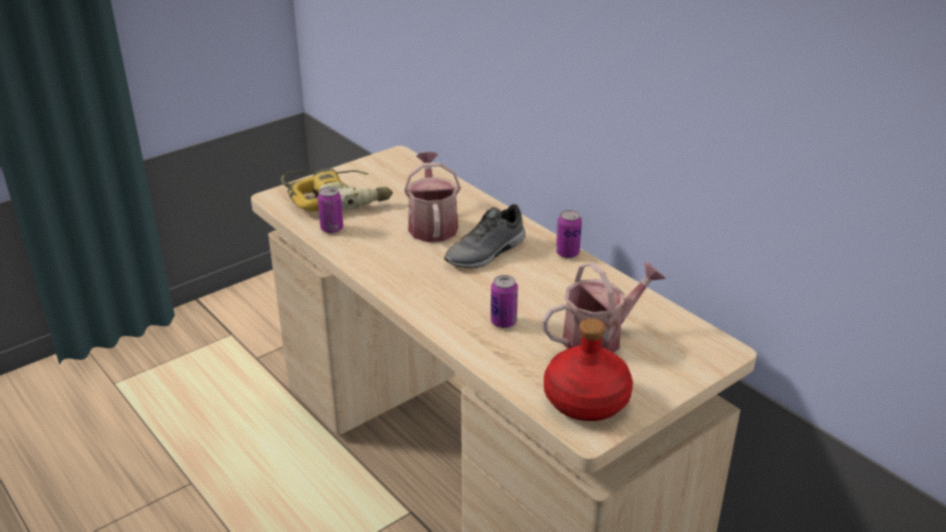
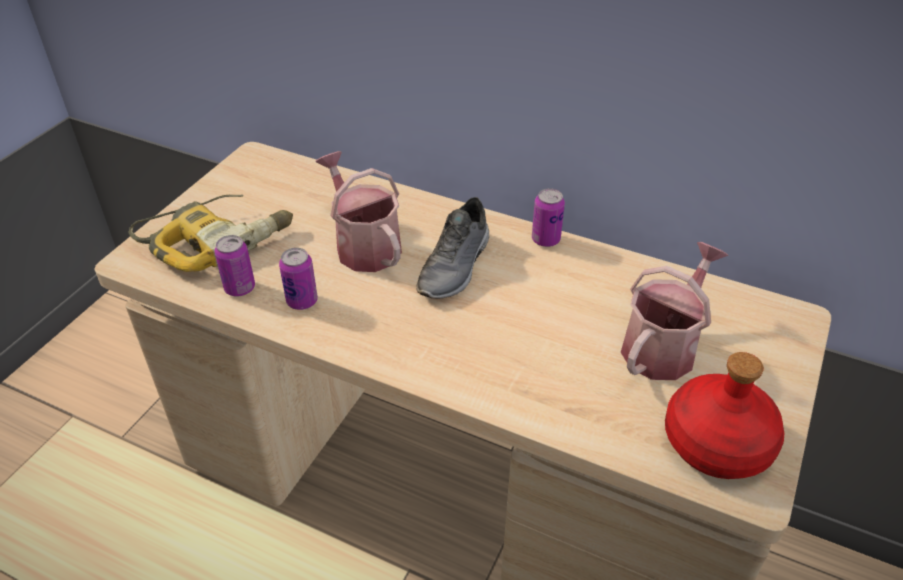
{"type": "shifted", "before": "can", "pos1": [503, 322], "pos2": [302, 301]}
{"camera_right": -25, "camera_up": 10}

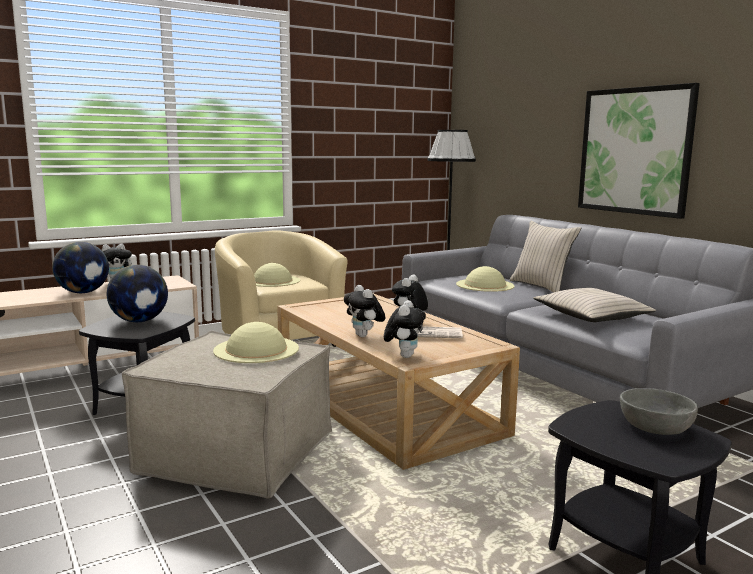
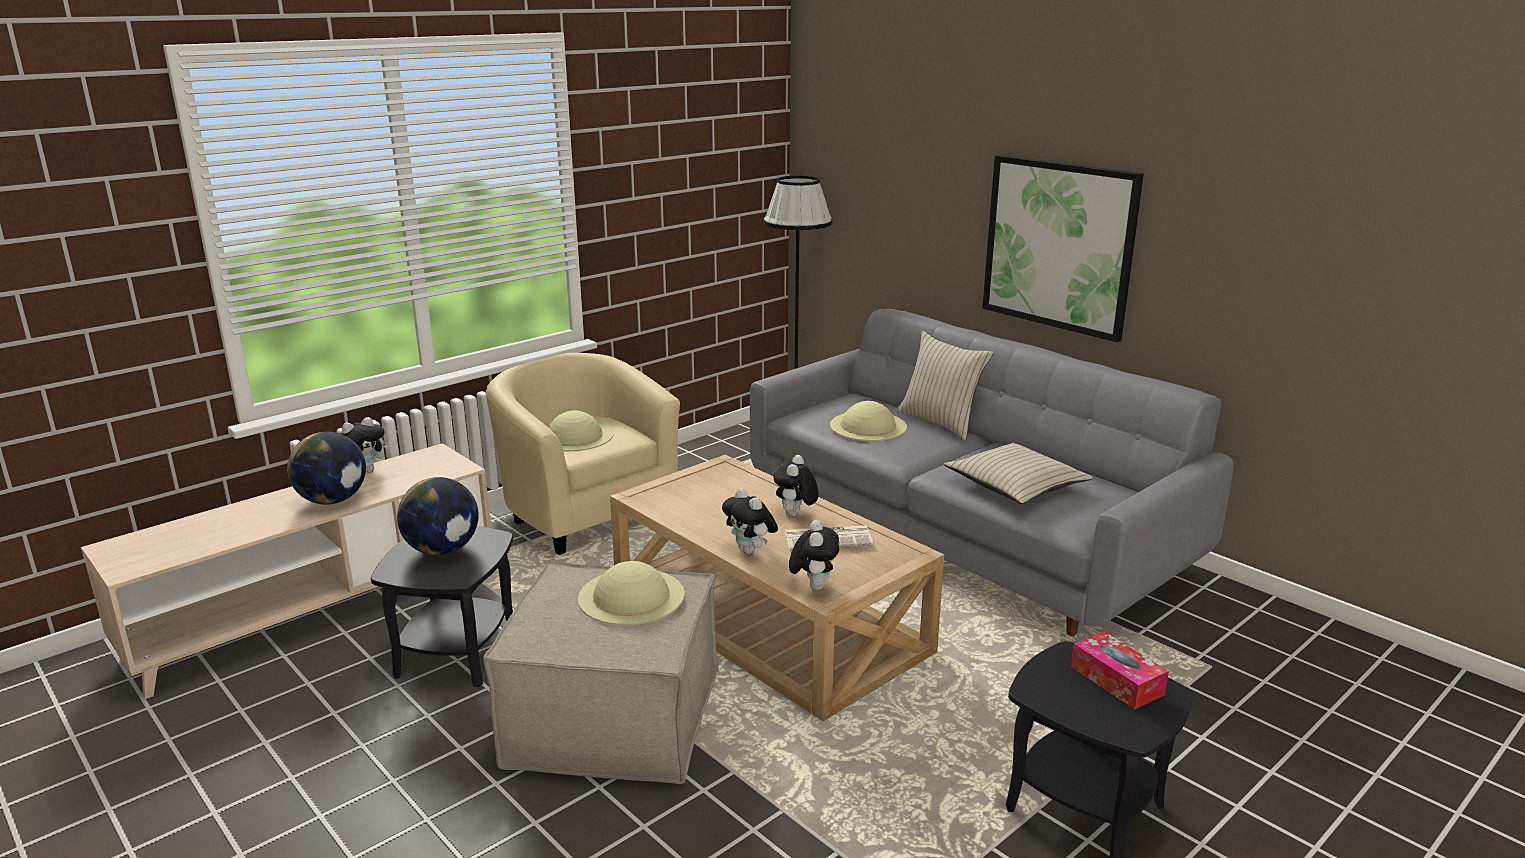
{"type": "swapped", "before": "greyish_deep_dish", "after": "tissue_holder", "pos1": [655, 427], "pos2": [1116, 680]}
{"camera_right": -10, "camera_up": 10}

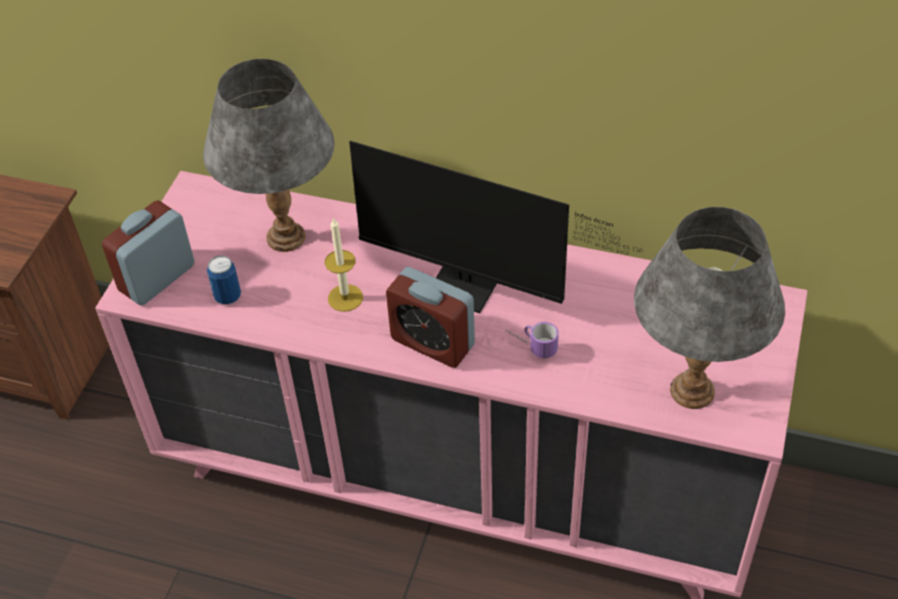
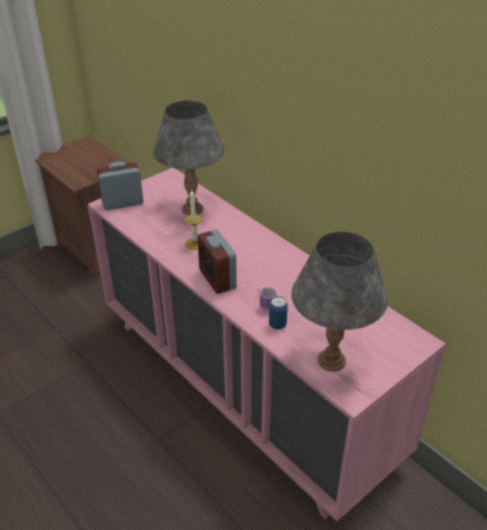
{"type": "shifted", "before": "can", "pos1": [228, 296], "pos2": [277, 325]}
{"type": "gone", "before": "monitor", "pos1": [473, 289]}
{"camera_right": 30, "camera_up": -10}

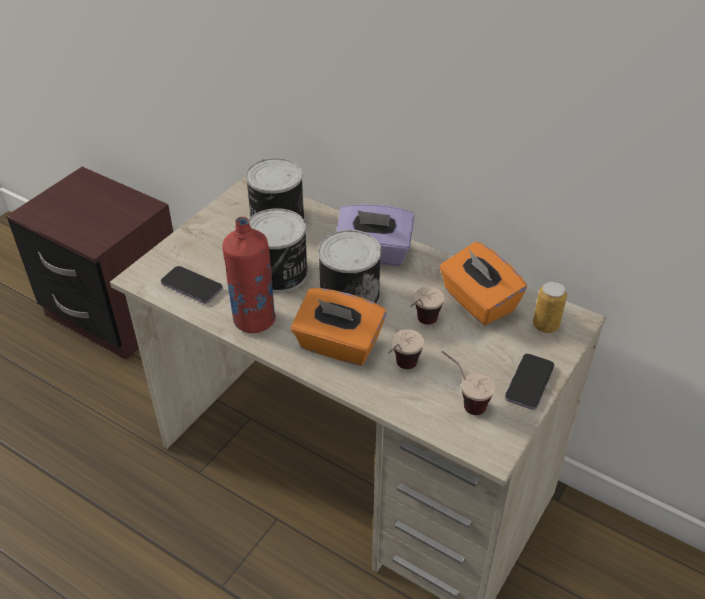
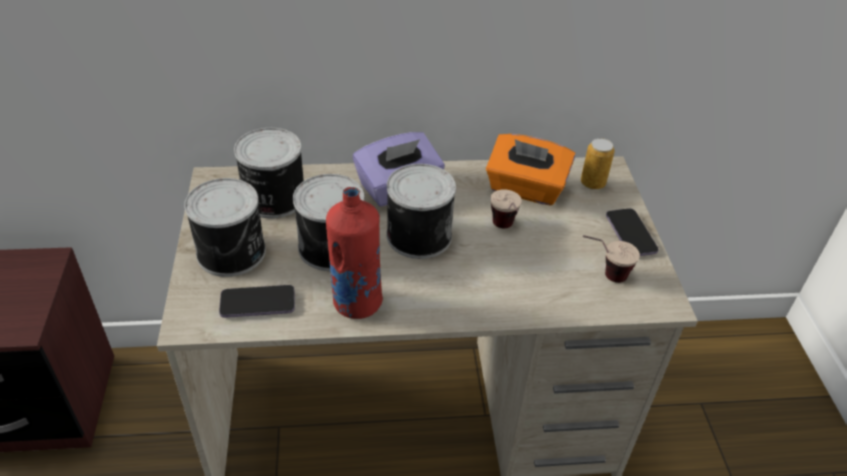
{"type": "gone", "before": "orange-coloured_tissue_holder", "pos1": [338, 345]}
{"type": "gone", "before": "small_cup", "pos1": [400, 370]}
{"type": "new", "after": "can", "pos2": [233, 252]}
{"camera_right": -40, "camera_up": 0}

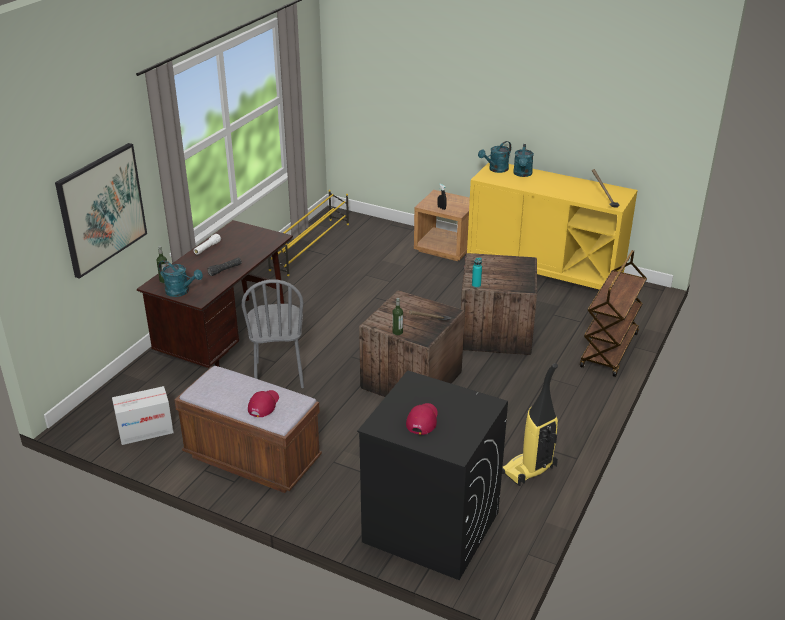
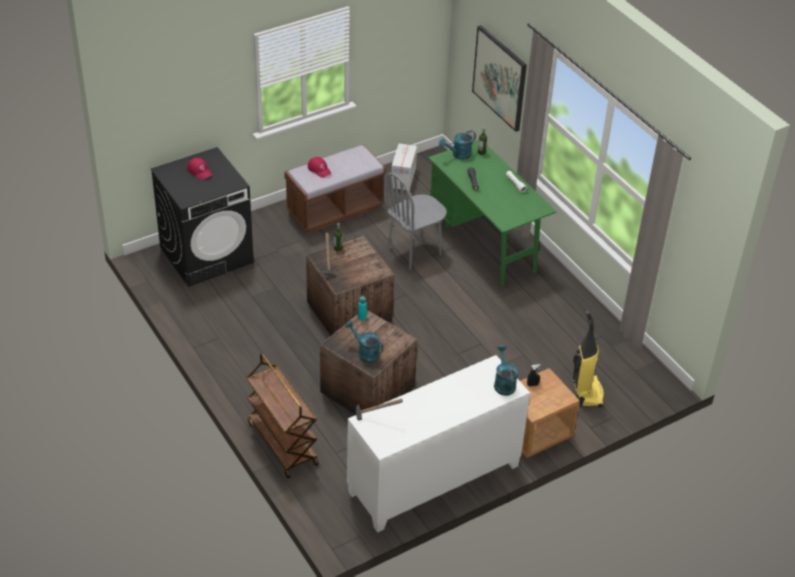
{"type": "repainted", "before": "brownish_desk", "after": "green-coloured_desk", "pos1": [226, 337], "pos2": [485, 243]}
{"type": "rotated", "before": "greyish_upright_chair", "pos1": [278, 375], "pos2": [414, 251], "turn": -60}
{"type": "gone", "before": "yellow-coloured_shoe_rack", "pos1": [311, 246]}
{"type": "repainted", "before": "yellow-coloured_cabinet", "after": "white_cabinet", "pos1": [544, 272], "pos2": [434, 480]}
{"type": "shifted", "before": "vacuum_cleaner", "pos1": [529, 470], "pos2": [586, 392]}
{"type": "shifted", "before": "blue-green_watering_can", "pos1": [522, 174], "pos2": [365, 353]}
{"camera_right": 120, "camera_up": 10}

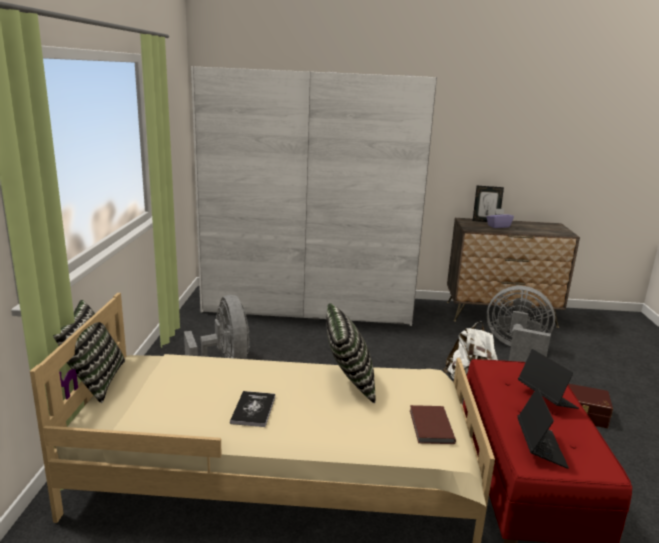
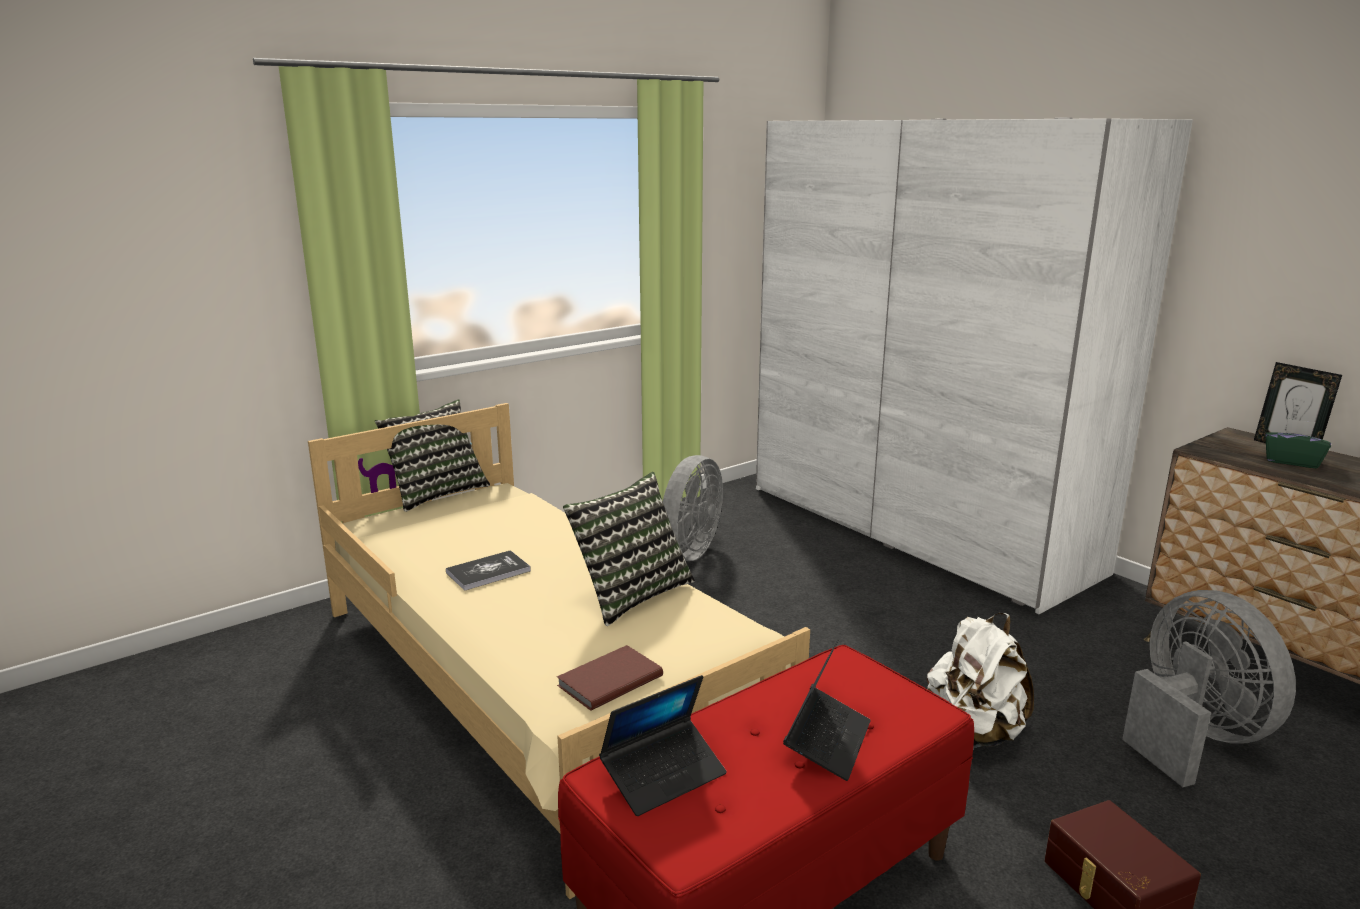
{"type": "repainted", "before": "purplish_tissue_holder", "after": "green-coloured_tissue_holder", "pos1": [498, 226], "pos2": [1291, 461]}
{"camera_right": 50, "camera_up": 0}

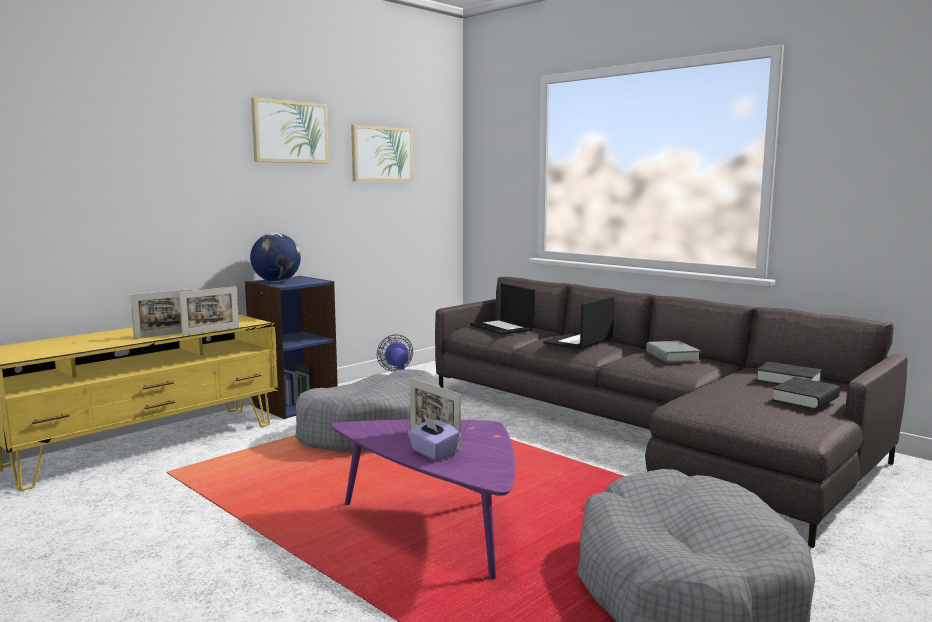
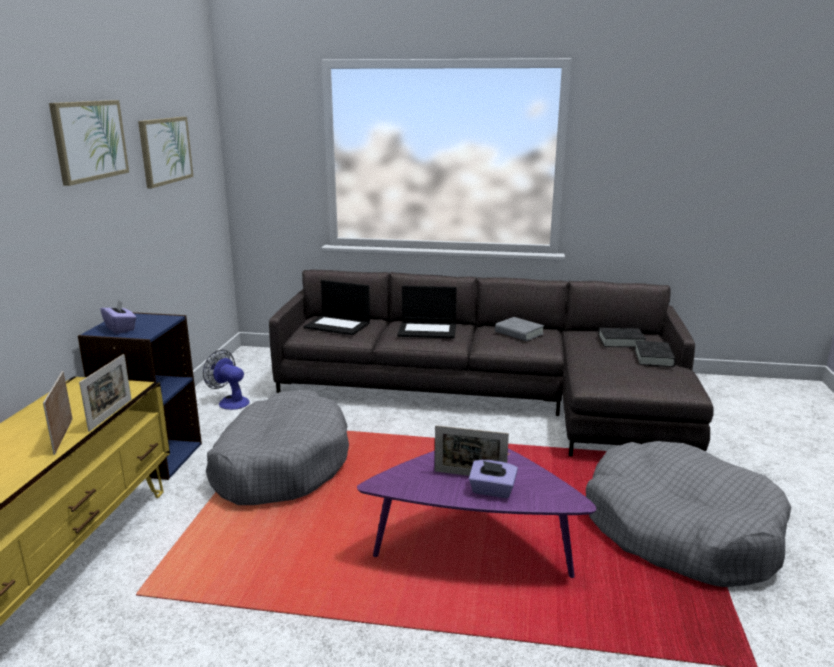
{"type": "rotated", "before": "standing_frame", "pos1": [166, 334], "pos2": [63, 436], "turn": 150}
{"type": "swapped", "before": "desk_globe", "after": "purplish_tissue_holder", "pos1": [277, 281], "pos2": [120, 328]}
{"type": "rotated", "before": "laptop", "pos1": [579, 341], "pos2": [428, 330], "turn": -90}
{"camera_right": -35, "camera_up": 10}

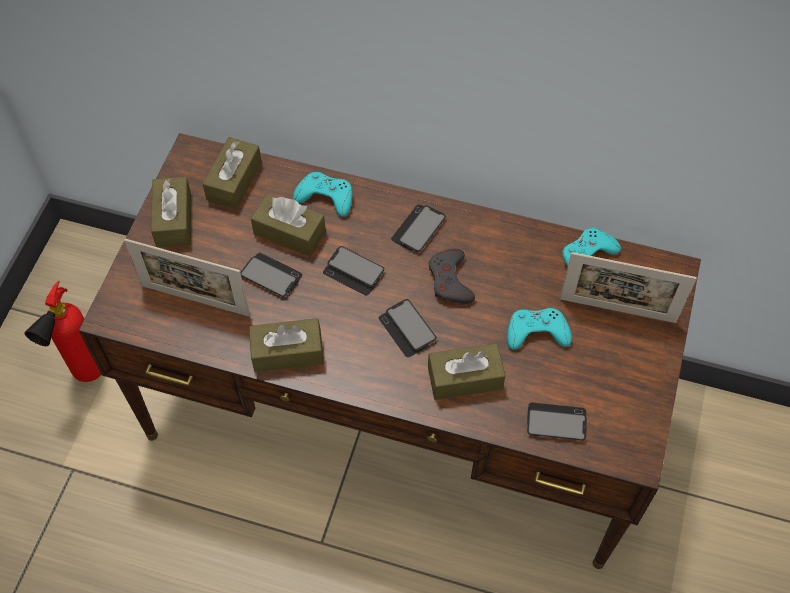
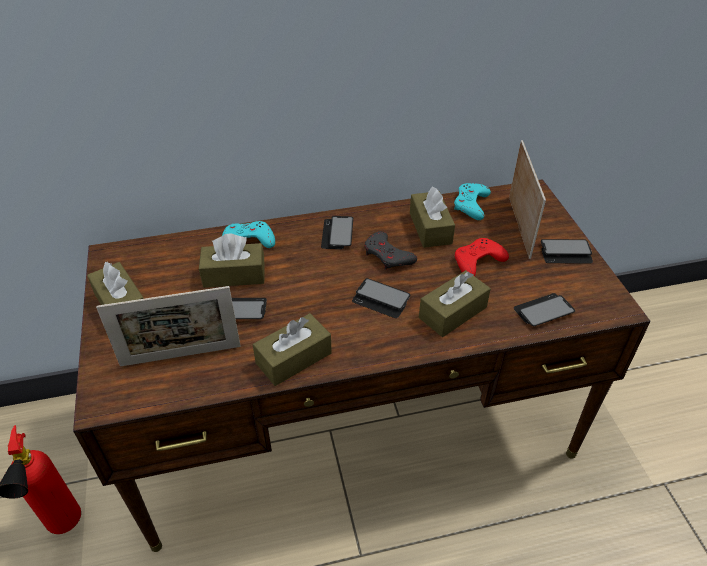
{"type": "shifted", "before": "brownish_tissue_holder", "pos1": [234, 181], "pos2": [430, 228]}
{"type": "shifted", "before": "telephone", "pos1": [353, 272], "pos2": [565, 253]}
{"type": "repainted", "before": "blue-green_joypad", "after": "red-coloured_joypad", "pos1": [536, 332], "pos2": [477, 261]}
{"type": "rotated", "before": "standing_frame", "pos1": [617, 310], "pos2": [519, 226], "turn": -75}
{"camera_right": -30, "camera_up": -15}

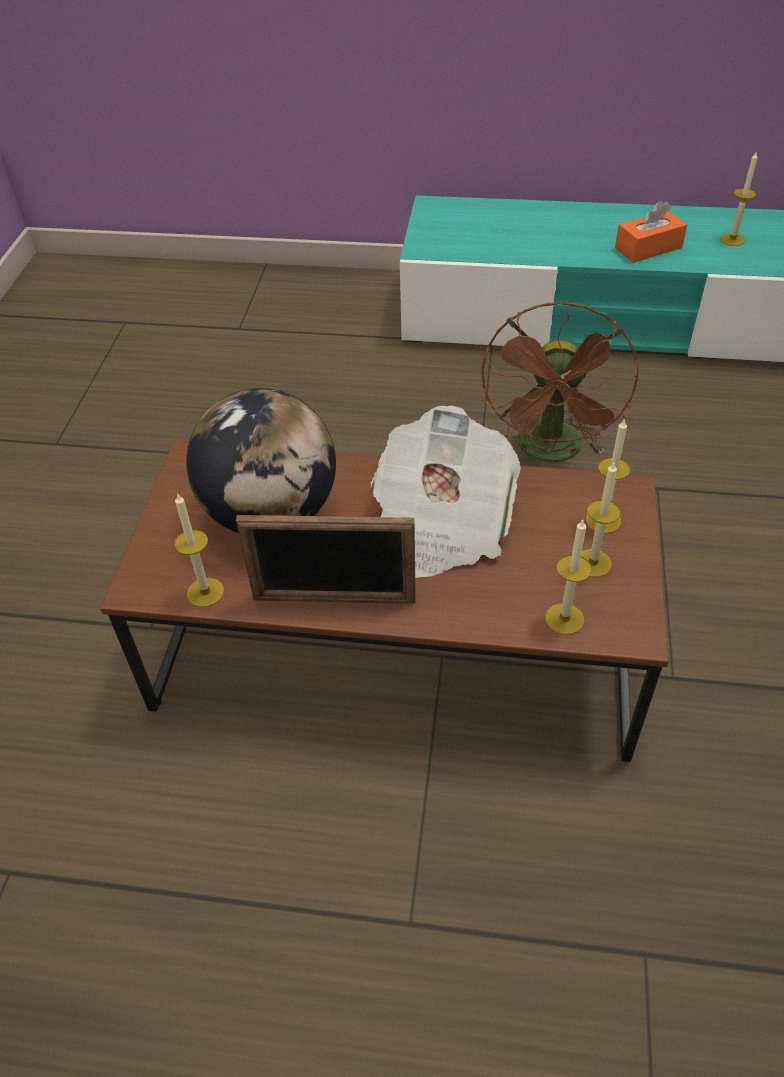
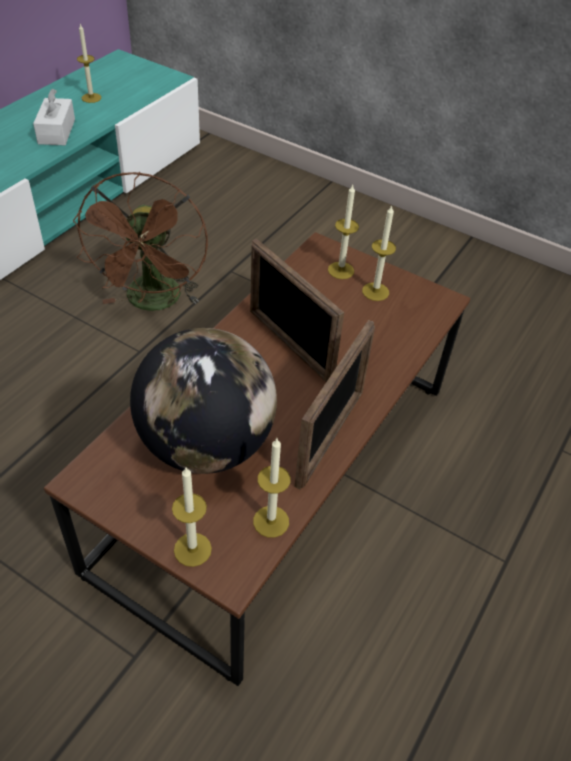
{"type": "swapped", "before": "daily_paper", "after": "standing_frame", "pos1": [443, 522], "pos2": [289, 345]}
{"type": "rotated", "before": "brownish_fan", "pos1": [551, 453], "pos2": [153, 303], "turn": 60}
{"type": "shifted", "before": "wax_candle", "pos1": [564, 619], "pos2": [192, 549]}
{"type": "repainted", "before": "orange-coloured_tissue_holder", "after": "white_tissue_holder", "pos1": [648, 248], "pos2": [56, 131]}
{"camera_right": -70, "camera_up": 0}

